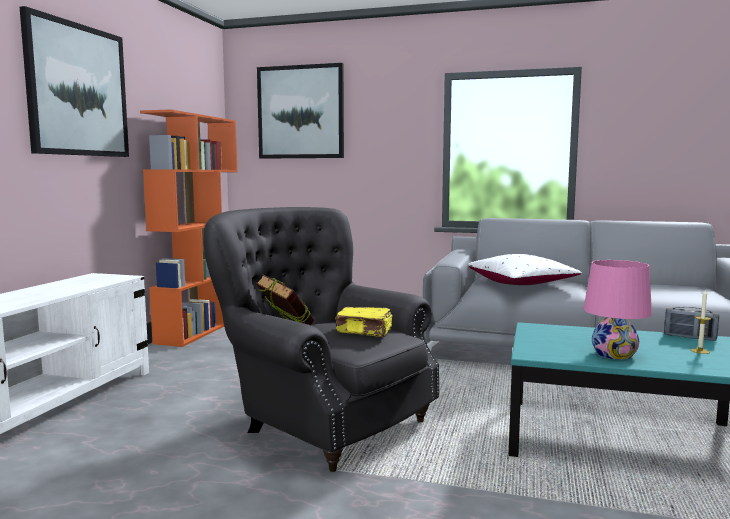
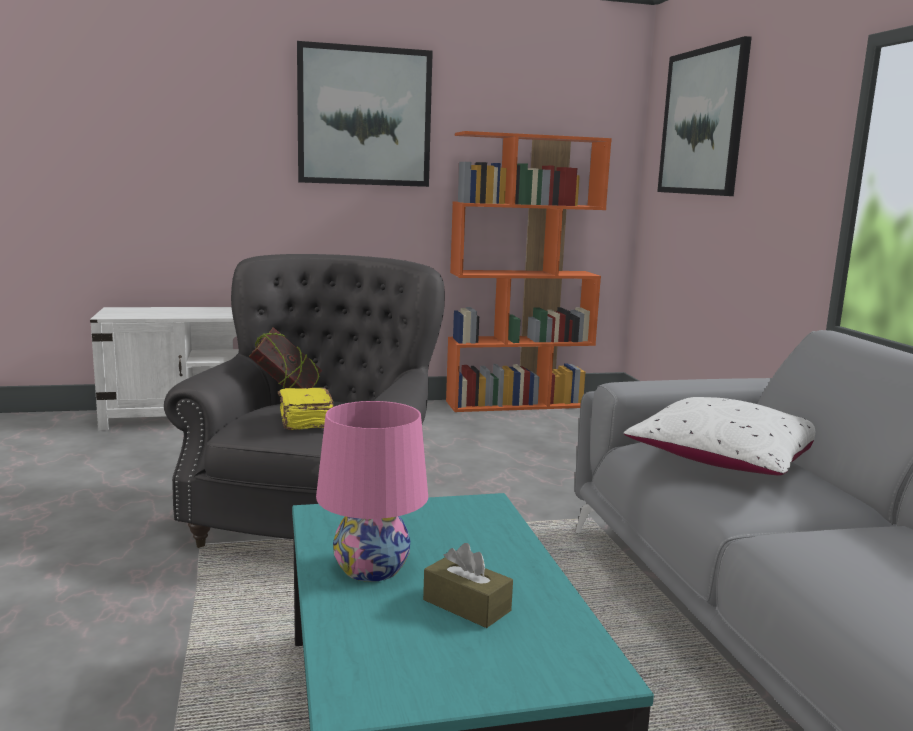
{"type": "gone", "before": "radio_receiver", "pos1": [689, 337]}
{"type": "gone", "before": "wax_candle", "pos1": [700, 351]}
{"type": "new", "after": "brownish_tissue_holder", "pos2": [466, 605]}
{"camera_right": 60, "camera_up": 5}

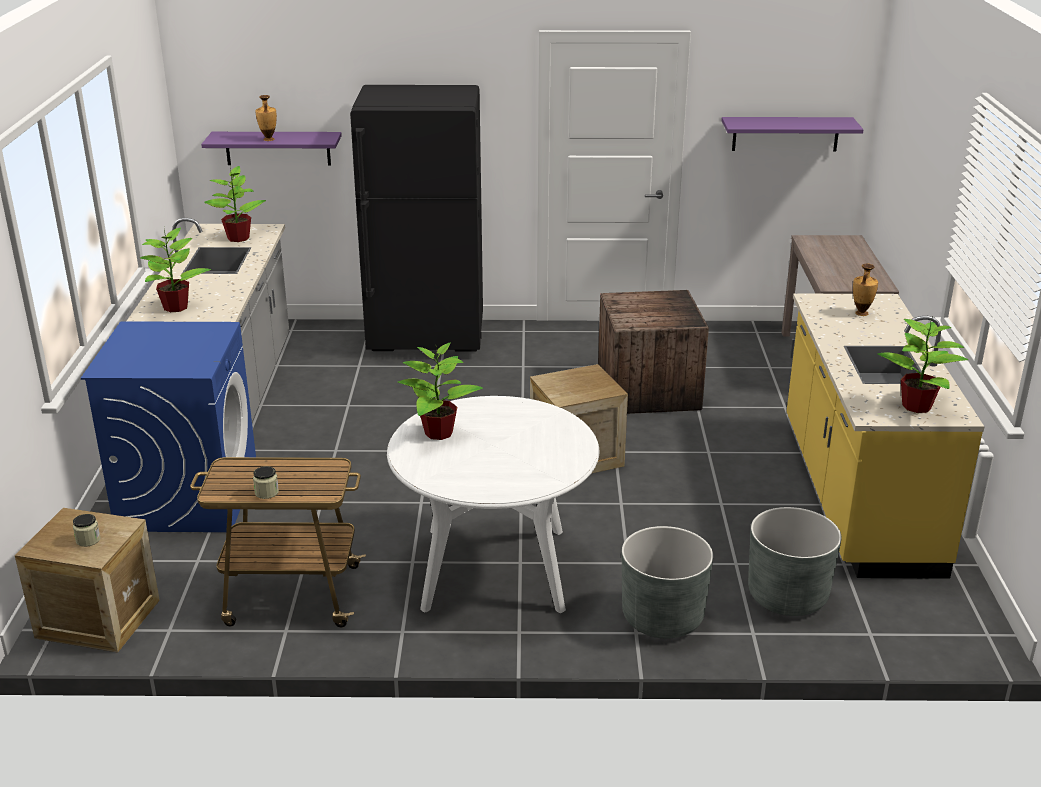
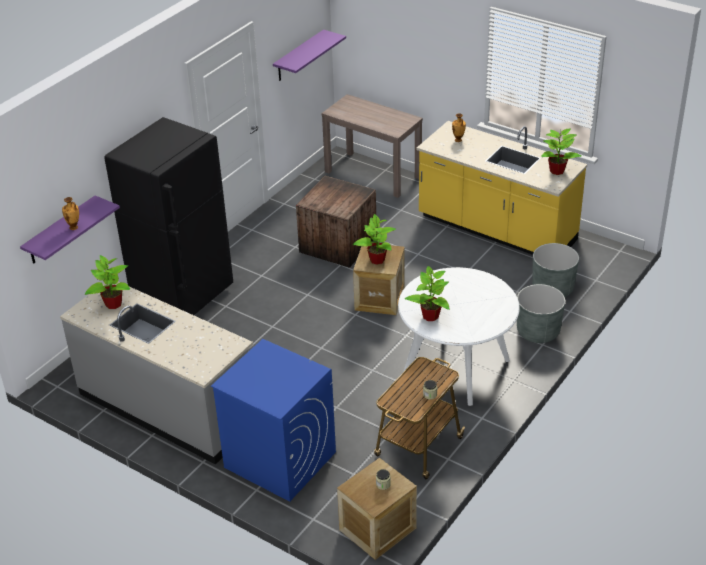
{"type": "shifted", "before": "houseplant", "pos1": [176, 307], "pos2": [377, 259]}
{"camera_right": -55, "camera_up": 10}

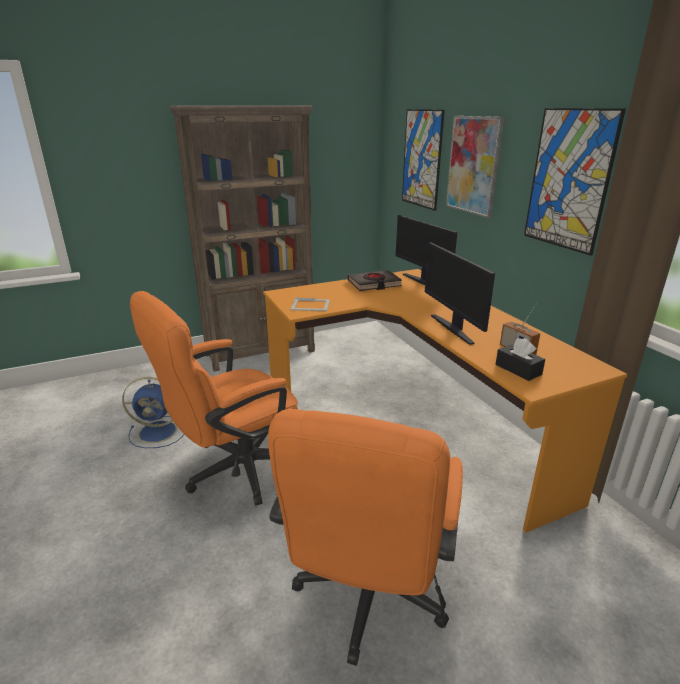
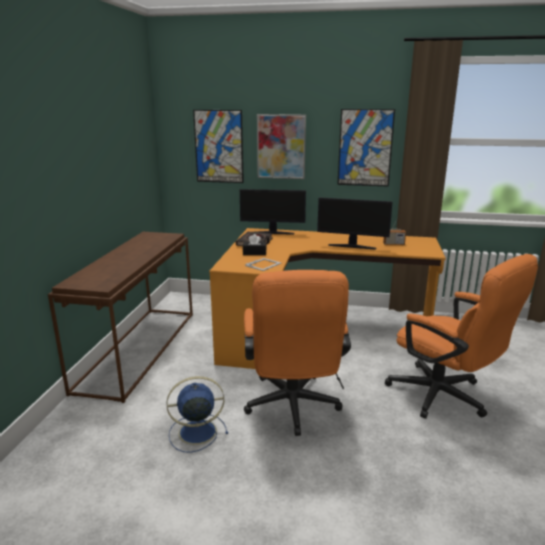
{"type": "rotated", "before": "blue_fan", "pos1": [159, 432], "pos2": [195, 432], "turn": -135}
{"type": "swapped", "before": "brownish_shelving_unit", "after": "brownish_narrow_table", "pos1": [261, 352], "pos2": [138, 349]}
{"type": "shifted", "before": "blackish_tissue_holder", "pos1": [518, 369], "pos2": [254, 253]}
{"camera_right": -55, "camera_up": -5}

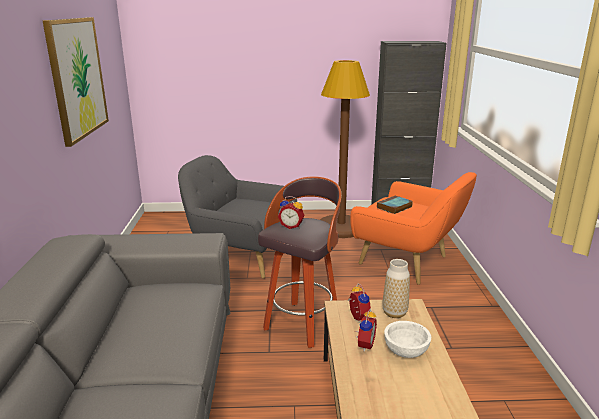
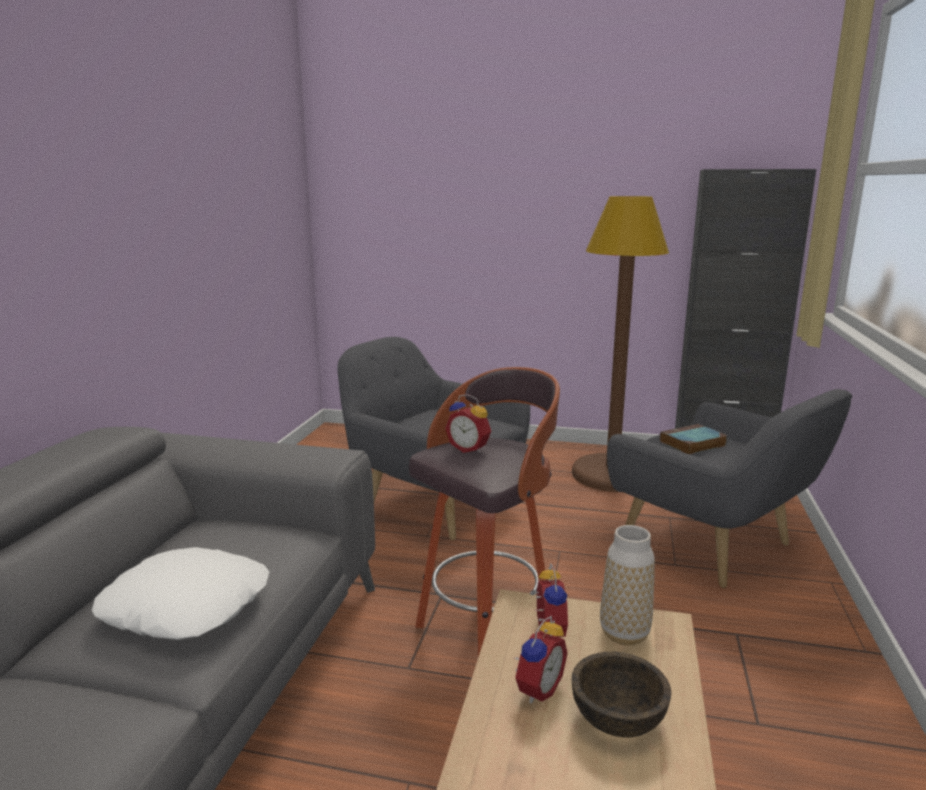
{"type": "gone", "before": "wall_picture", "pos1": [77, 78]}
{"type": "repainted", "before": "orange-coloured_lounge_chair", "after": "greyish_lounge_chair", "pos1": [408, 263], "pos2": [713, 547]}
{"type": "repainted", "before": "white_deep_dish", "after": "brownish_deep_dish", "pos1": [405, 351], "pos2": [617, 719]}
{"type": "new", "after": "white_pillow", "pos2": [187, 605]}
{"camera_right": 15, "camera_up": -5}

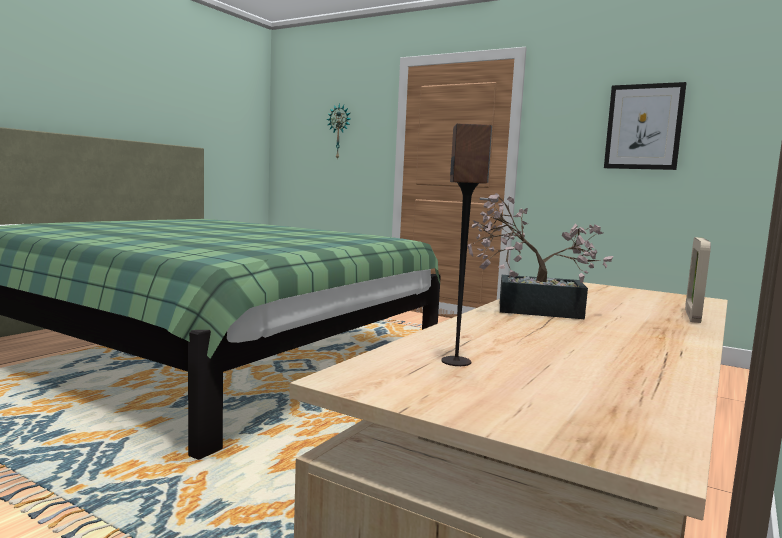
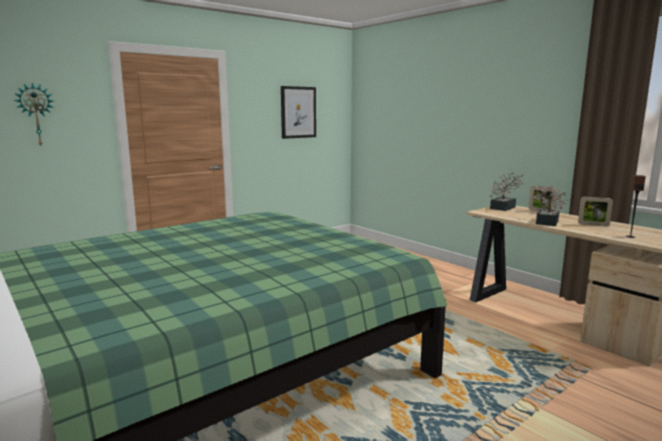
{"type": "new", "after": "houseplant", "pos2": [504, 207]}
{"type": "new", "after": "standing_frame", "pos2": [593, 225]}
{"camera_right": -70, "camera_up": 5}

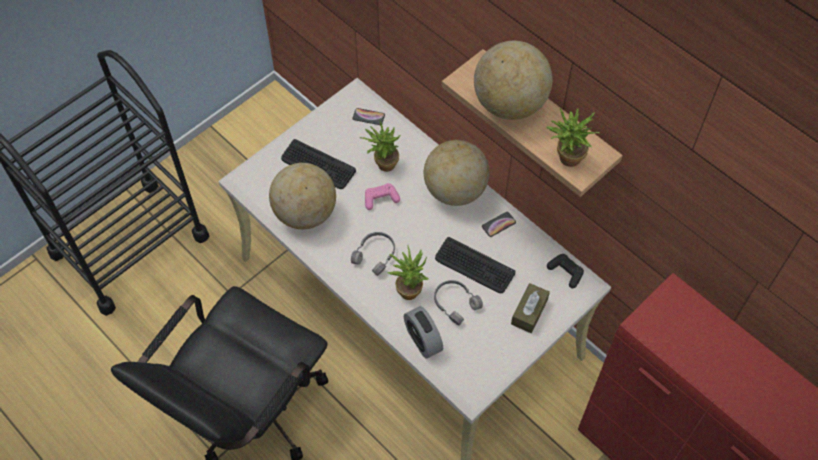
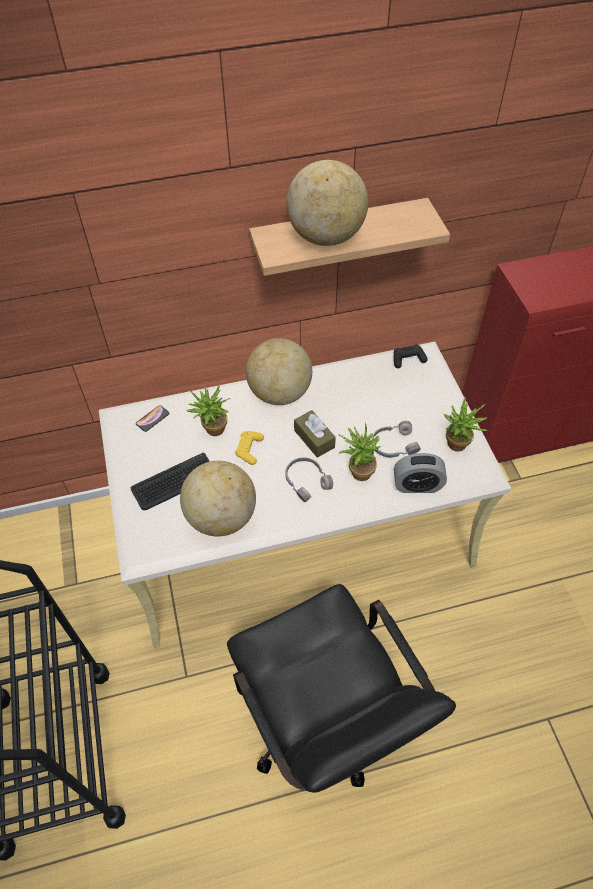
{"type": "repainted", "before": "pink_joypad", "after": "yellow-coloured_joypad", "pos1": [381, 199], "pos2": [249, 450]}
{"type": "gone", "before": "keyboard", "pos1": [474, 266]}
{"type": "gone", "before": "telephone", "pos1": [498, 224]}
{"type": "shifted", "before": "brownish_tissue_holder", "pos1": [529, 312], "pos2": [314, 439]}
{"type": "shifted", "before": "houseplant", "pos1": [566, 159], "pos2": [457, 447]}
{"camera_right": -60, "camera_up": -5}

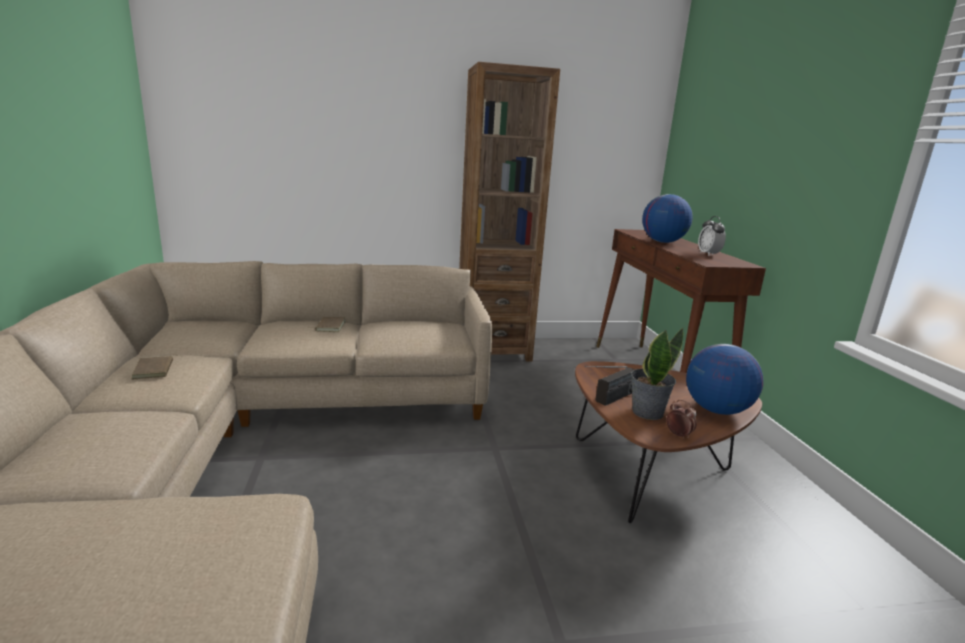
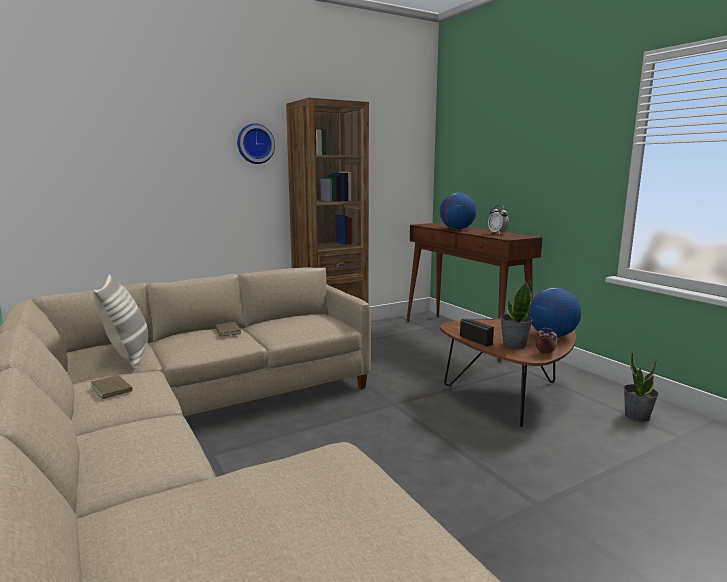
{"type": "rotated", "before": "radio_receiver", "pos1": [608, 401], "pos2": [484, 343], "turn": -60}
{"type": "new", "after": "pillow", "pos2": [129, 356]}
{"type": "new", "after": "wall_clock", "pos2": [255, 144]}
{"type": "new", "after": "houseplant", "pos2": [637, 416]}
{"camera_right": -20, "camera_up": -5}

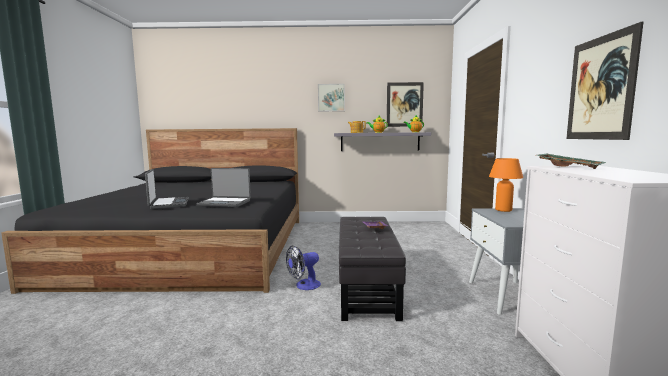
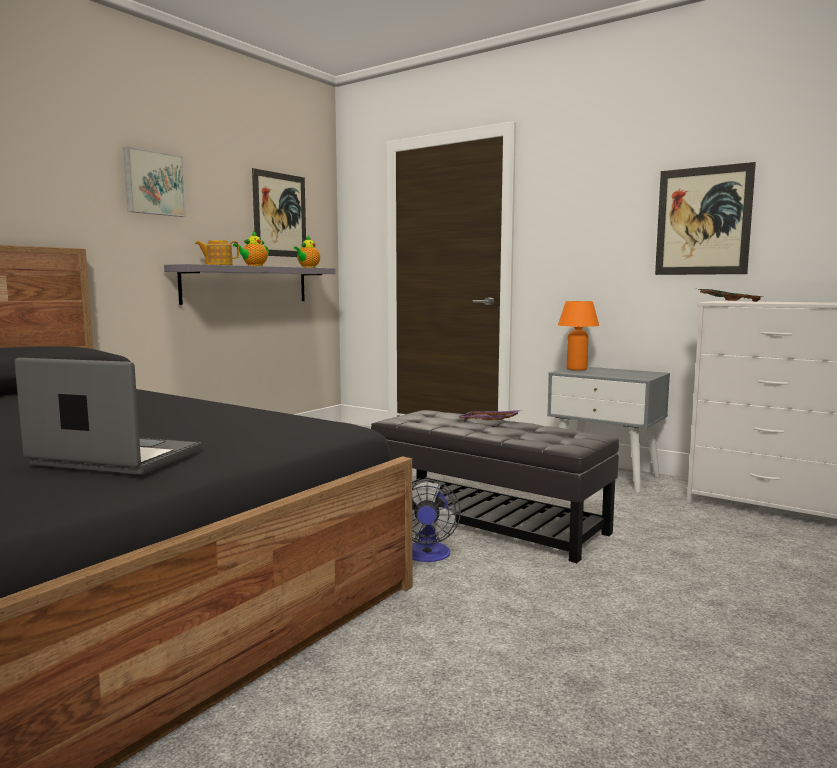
{"type": "gone", "before": "laptop", "pos1": [225, 203]}
{"camera_right": -55, "camera_up": 0}

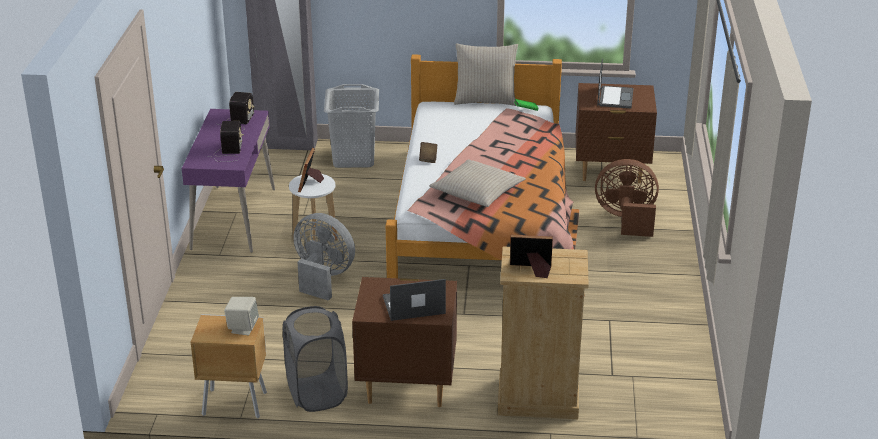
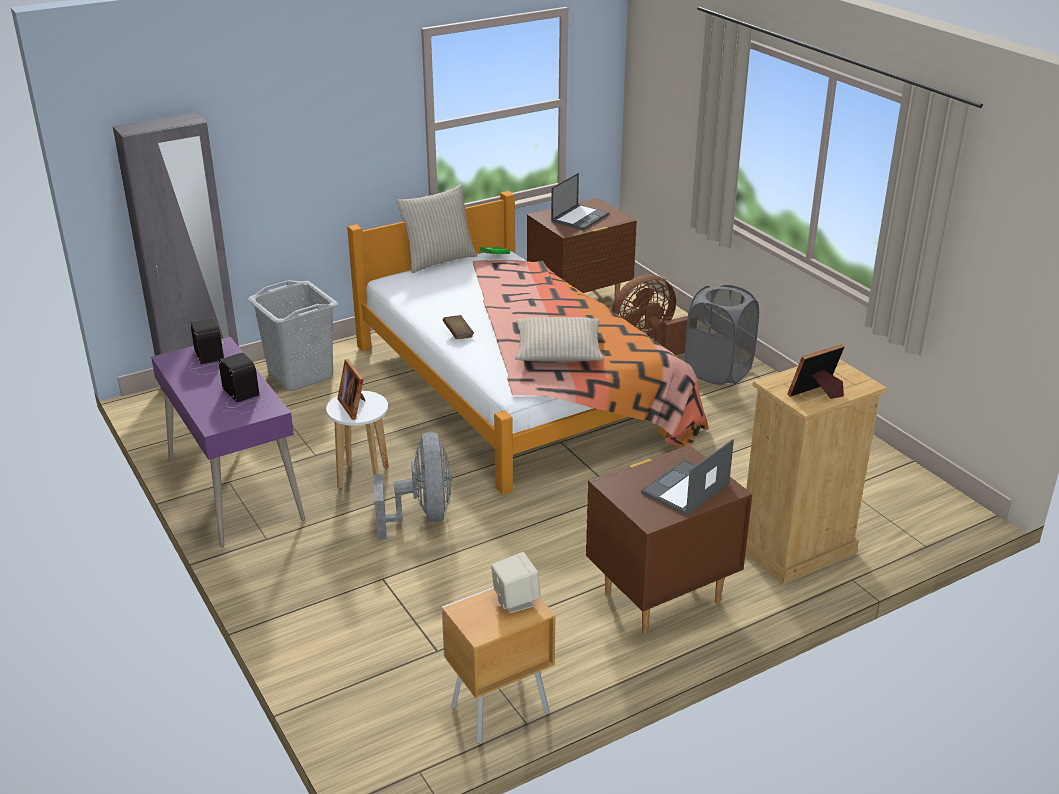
{"type": "shifted", "before": "greyish_washing_basket", "pos1": [317, 393], "pos2": [718, 371]}
{"type": "rotated", "before": "greyish_fan", "pos1": [322, 277], "pos2": [422, 516], "turn": 90}
{"type": "rotated", "before": "laptop", "pos1": [615, 97], "pos2": [580, 217], "turn": 60}
{"camera_right": -35, "camera_up": 0}

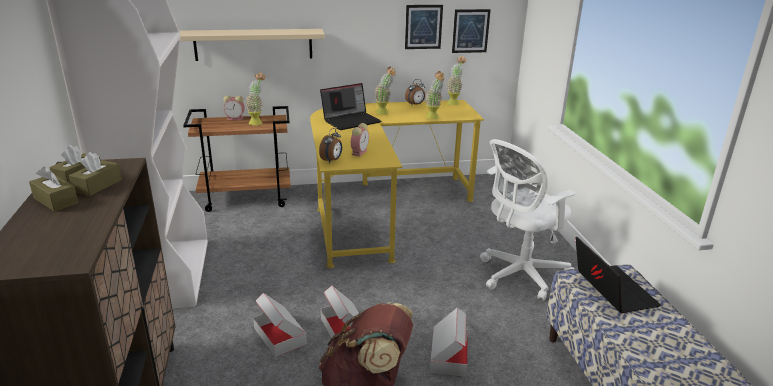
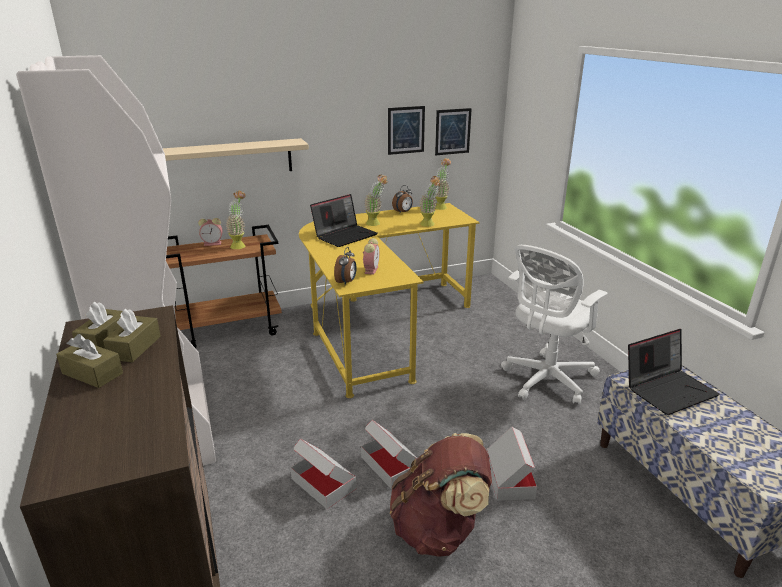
{"type": "rotated", "before": "laptop", "pos1": [610, 290], "pos2": [668, 389], "turn": 90}
{"camera_right": -10, "camera_up": 0}

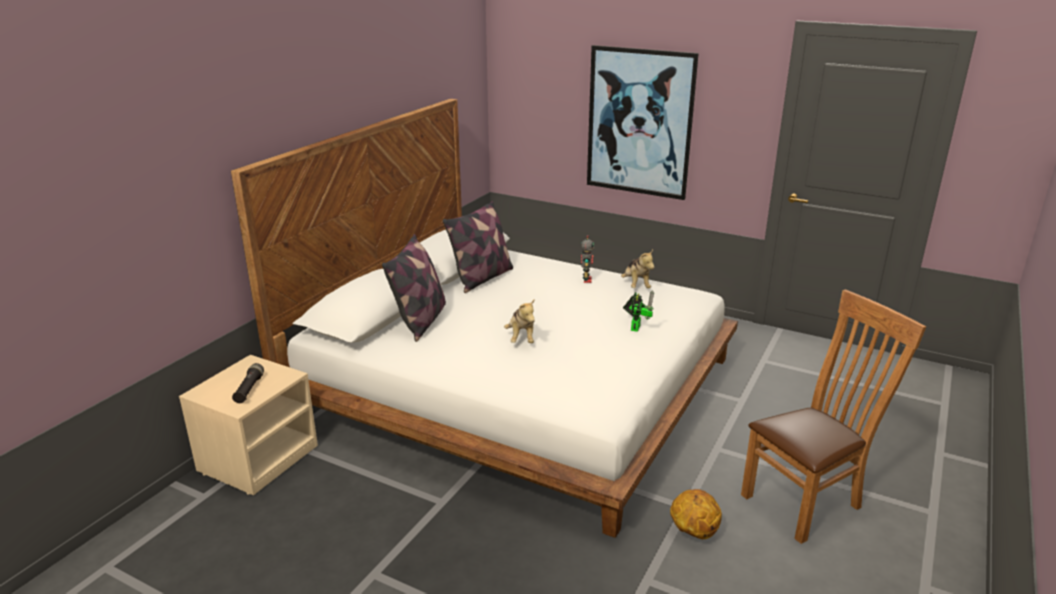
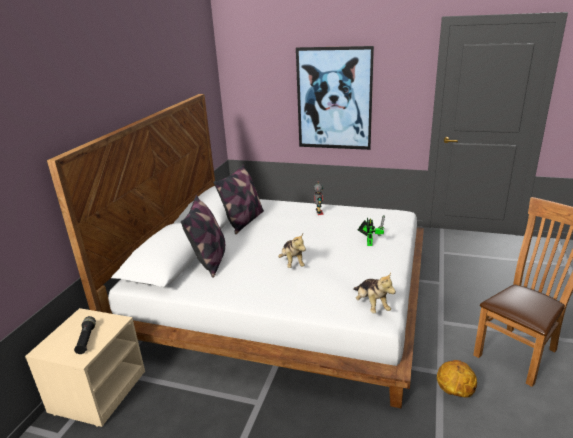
{"type": "shifted", "before": "soft_toy", "pos1": [636, 285], "pos2": [371, 305]}
{"camera_right": -10, "camera_up": 0}

